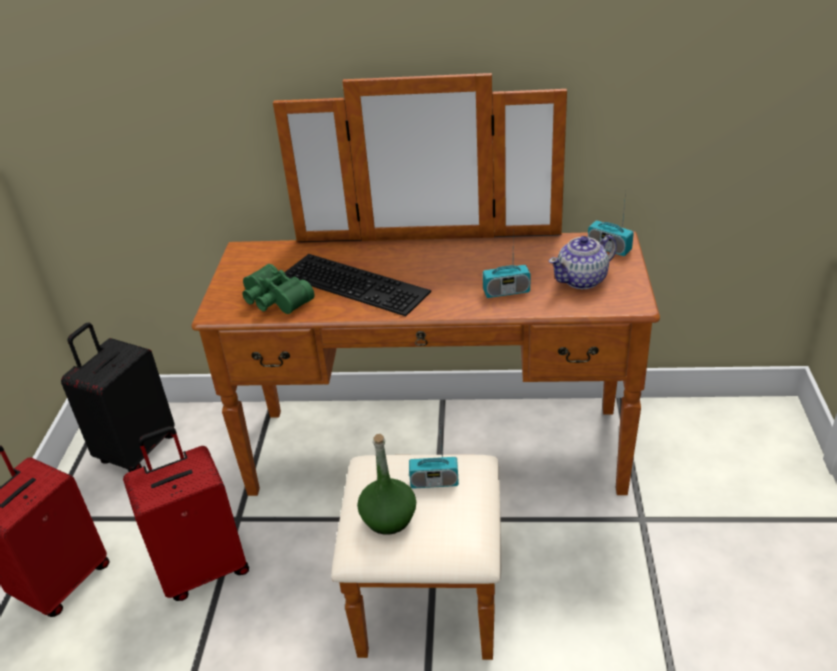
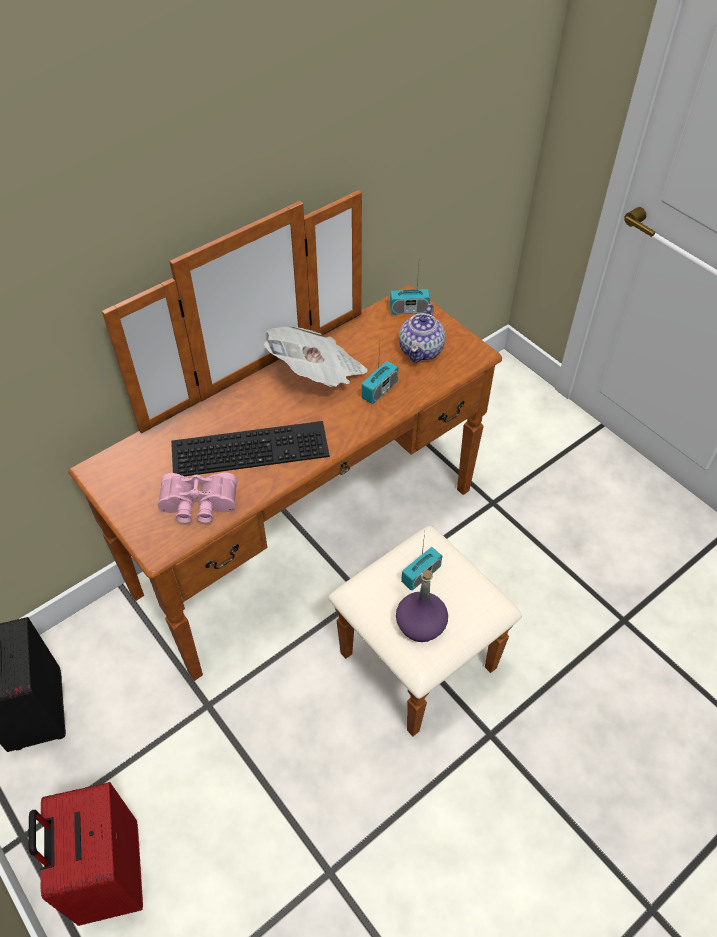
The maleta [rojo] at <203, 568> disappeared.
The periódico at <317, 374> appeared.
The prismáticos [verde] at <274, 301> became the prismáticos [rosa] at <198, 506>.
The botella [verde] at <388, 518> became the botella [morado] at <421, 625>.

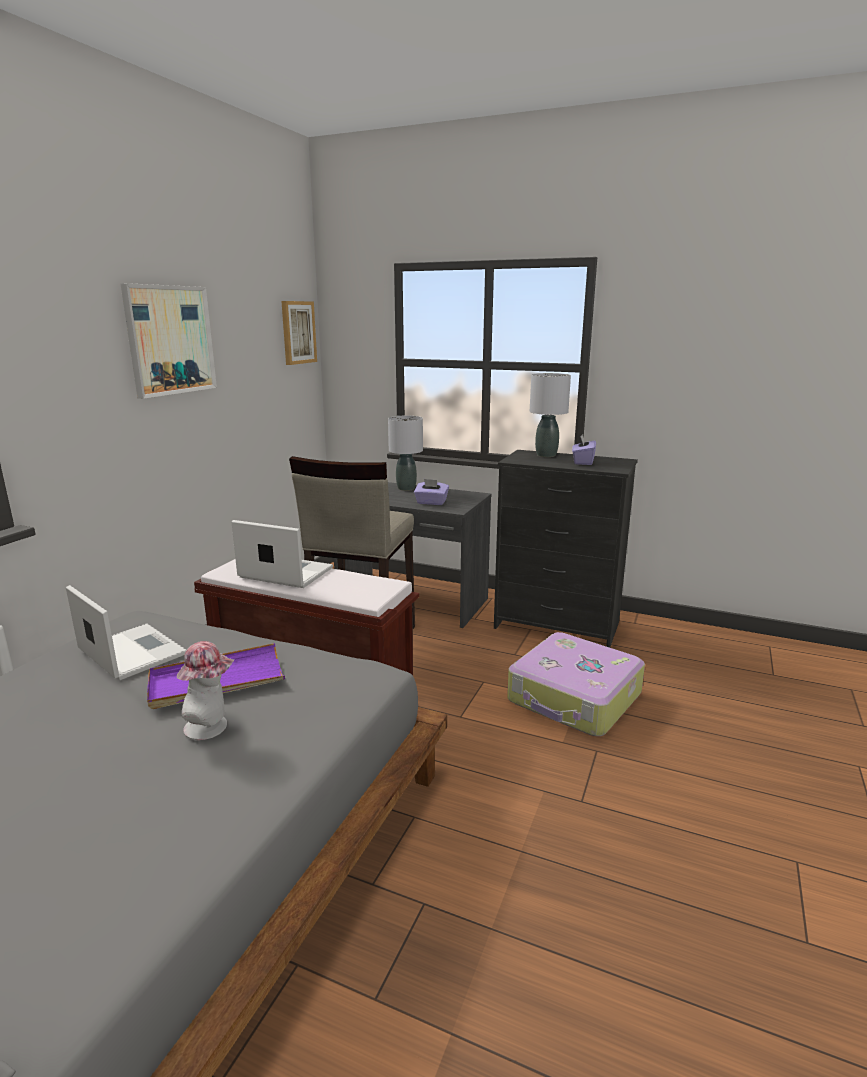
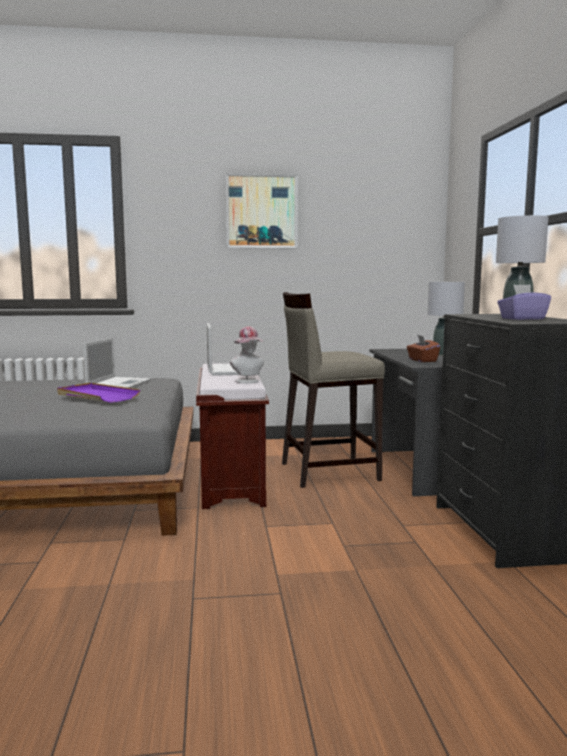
The cuadro at <298, 332> disappeared.
The maleta at <574, 698> disappeared.
The sombrero moved from <211, 727> to <248, 381>.
The caja de pañuelos [morado] at <431, 502> became the caja de pañuelos [marrón] at <422, 360>.

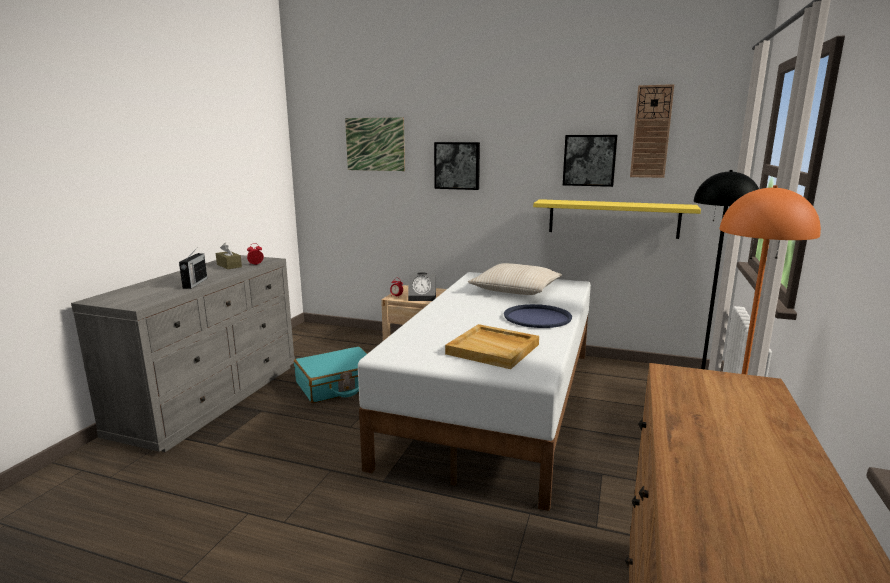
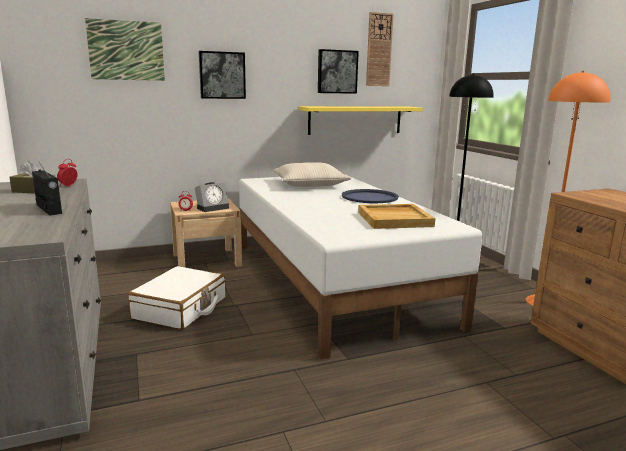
The maleta [turquesa] at <338, 385> became the maleta [blanco] at <180, 309>.

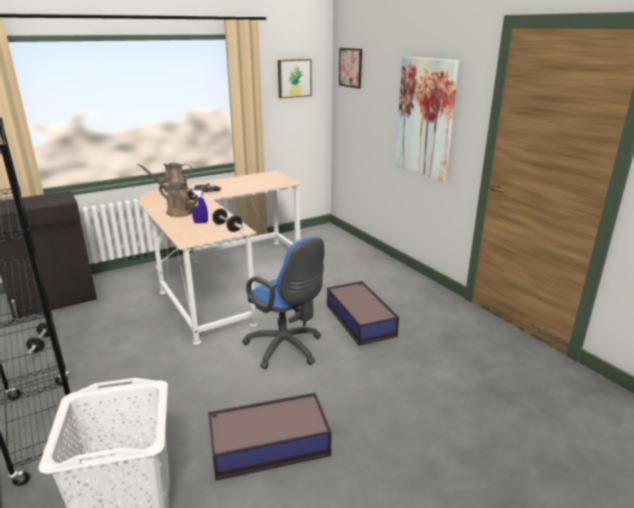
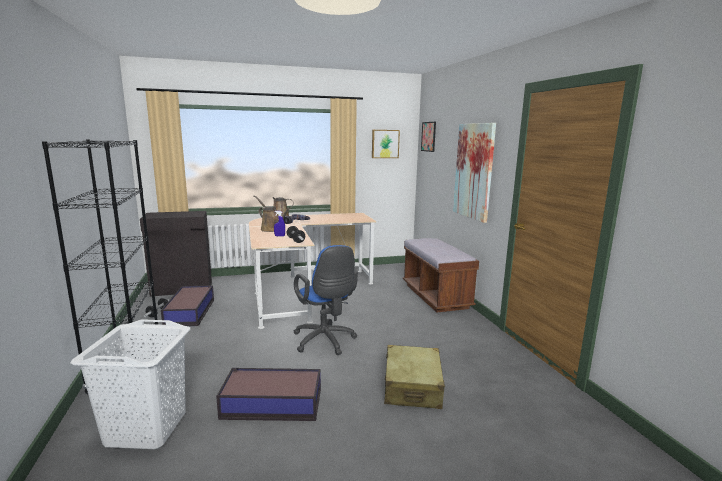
The maleta [beis] at <412, 386> appeared.
The banco [marrón] at <435, 296> appeared.
The caja de almacenaje moved from <360, 319> to <190, 312>.

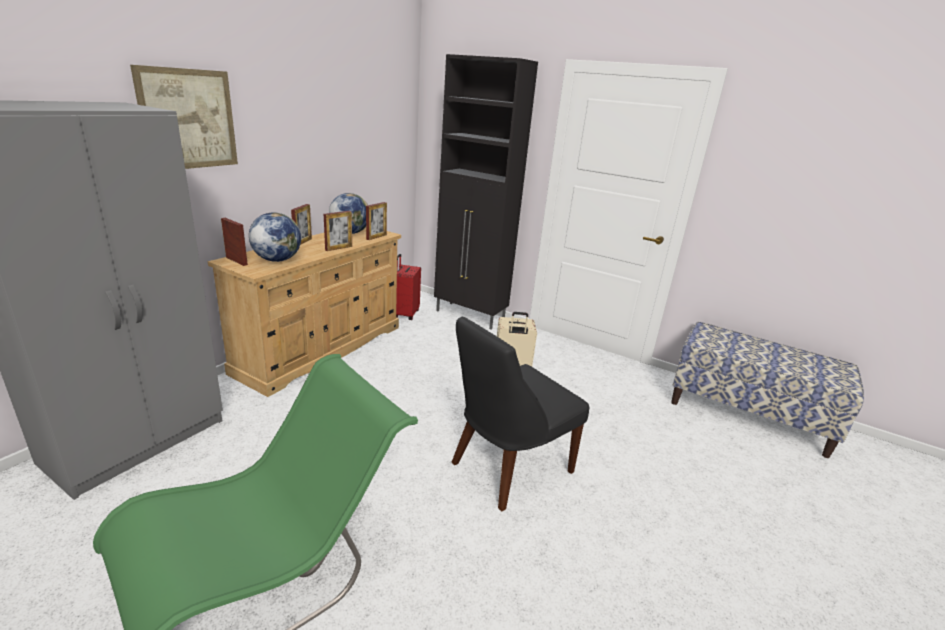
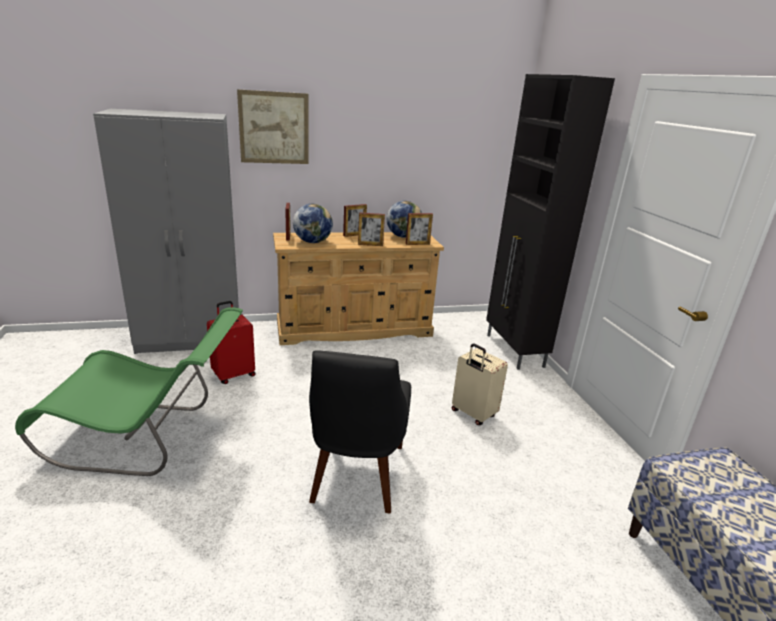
The maleta [rojo] moved from <405, 314> to <233, 374>.
The silla [negro] at <507, 469> turned 90 degrees counterclockwise.

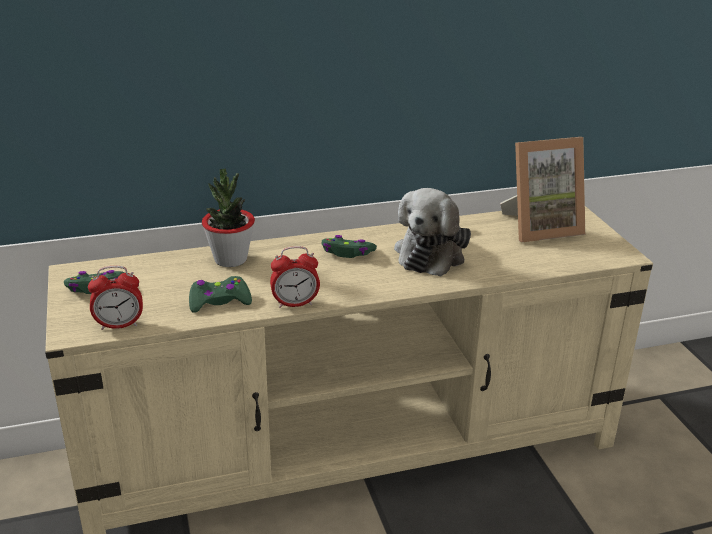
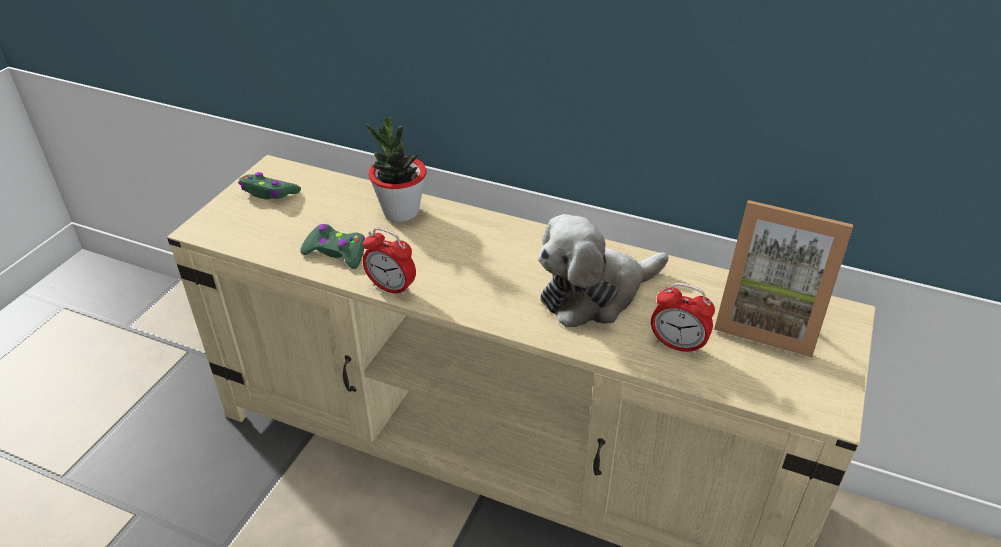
The mando de consola [verde] at <347, 253> disappeared.
The despertador moved from <119, 325> to <677, 345>.

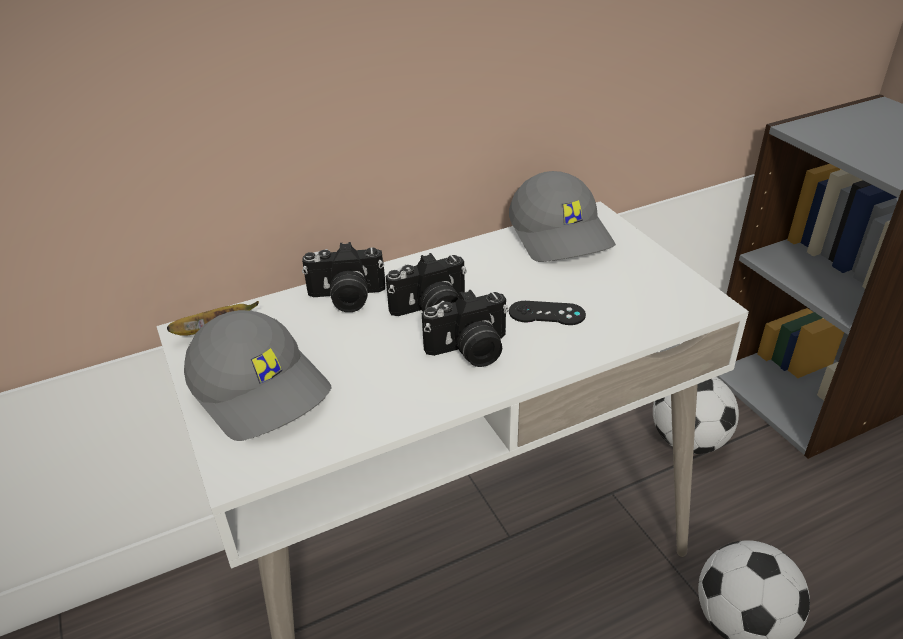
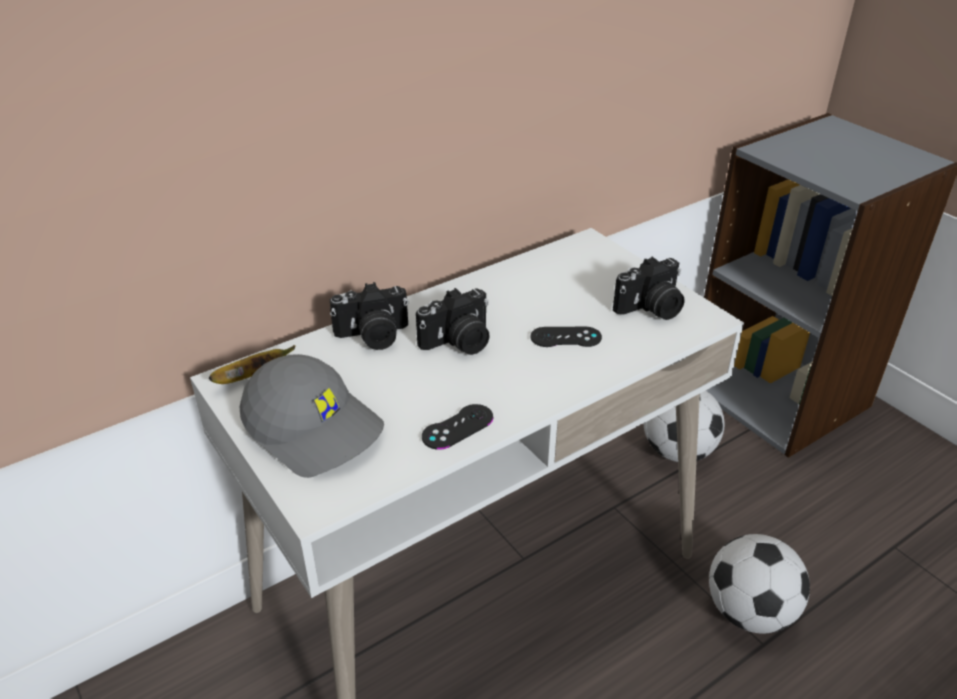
The gorra [gris] at <562, 235> disappeared.
The mando de consola [negro] at <457, 427> appeared.
The cámara moved from <470, 351> to <651, 309>.

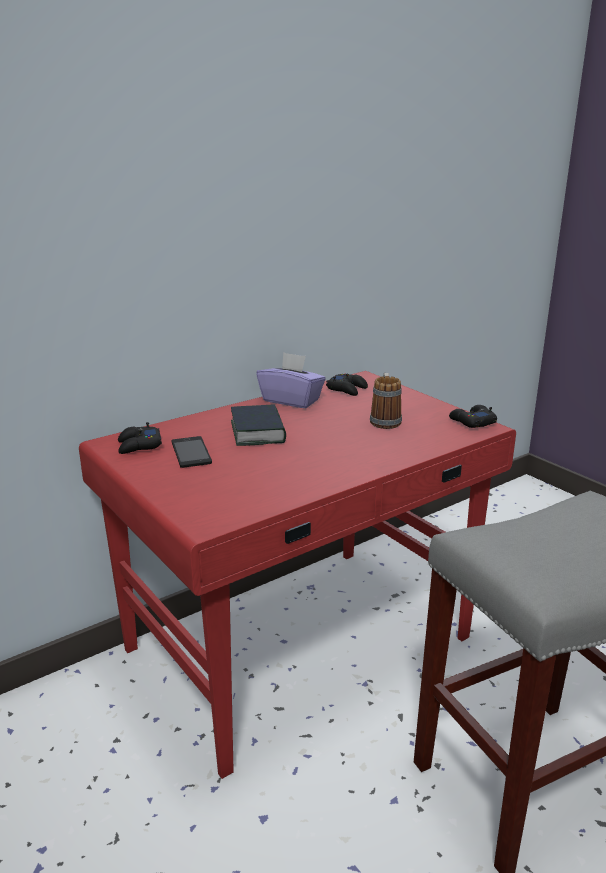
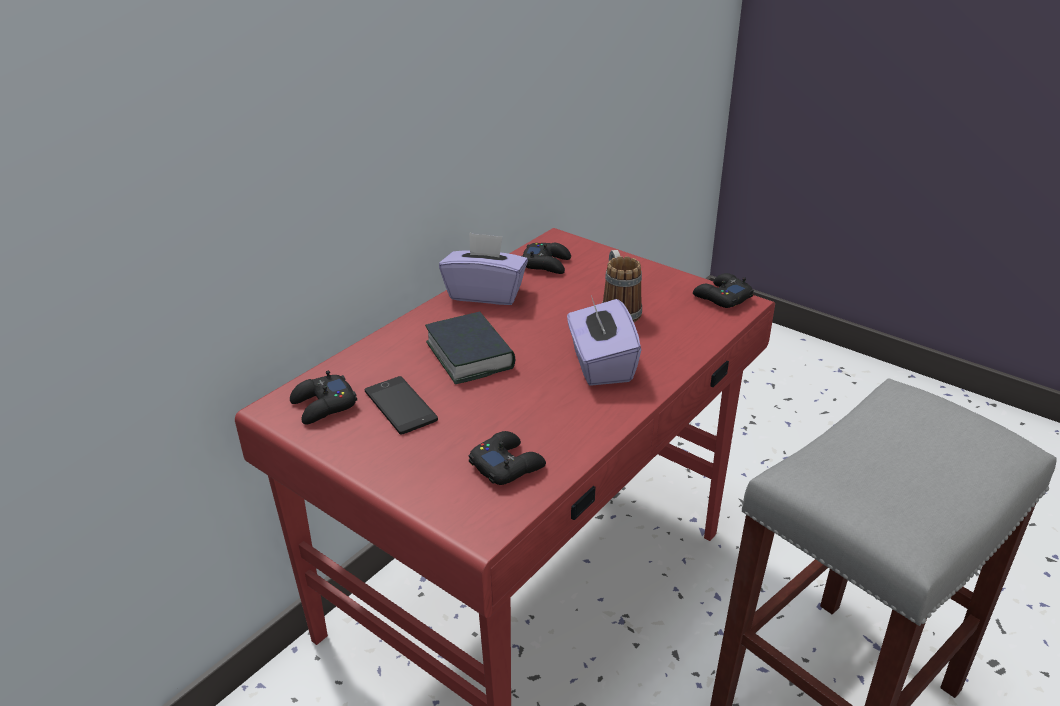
The mando de consola [negro] at <507, 465> appeared.
The caja de pañuelos [morado] at <600, 364> appeared.

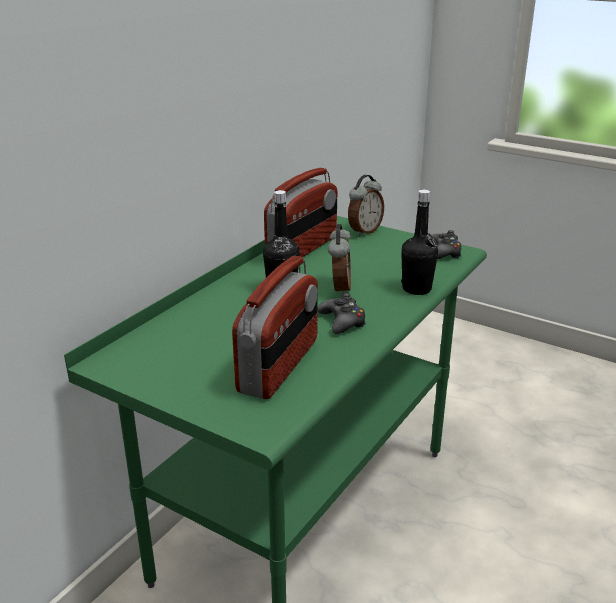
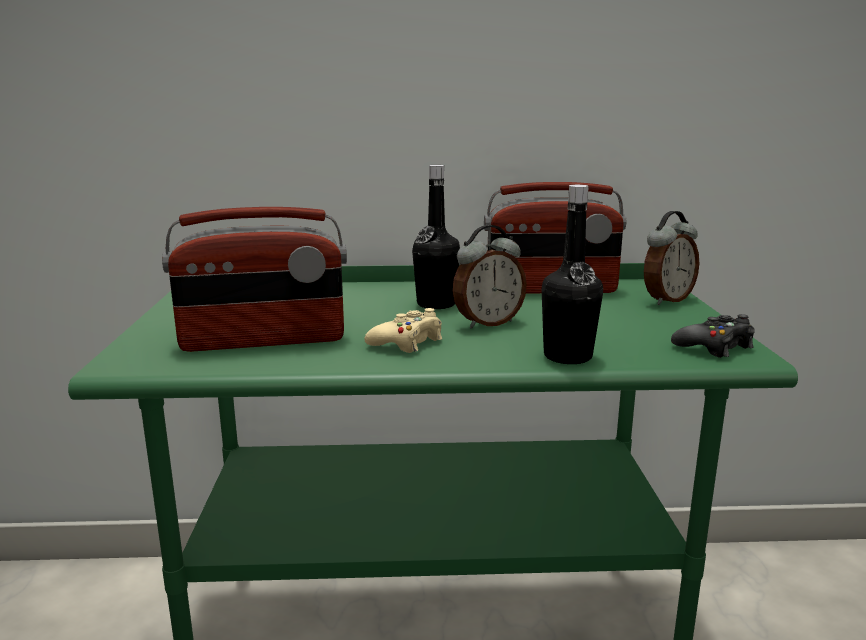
The mando de consola [negro] at <342, 321> became the mando de consola [beis] at <407, 342>.
The despertador at <364, 231> turned 45 degrees counterclockwise.

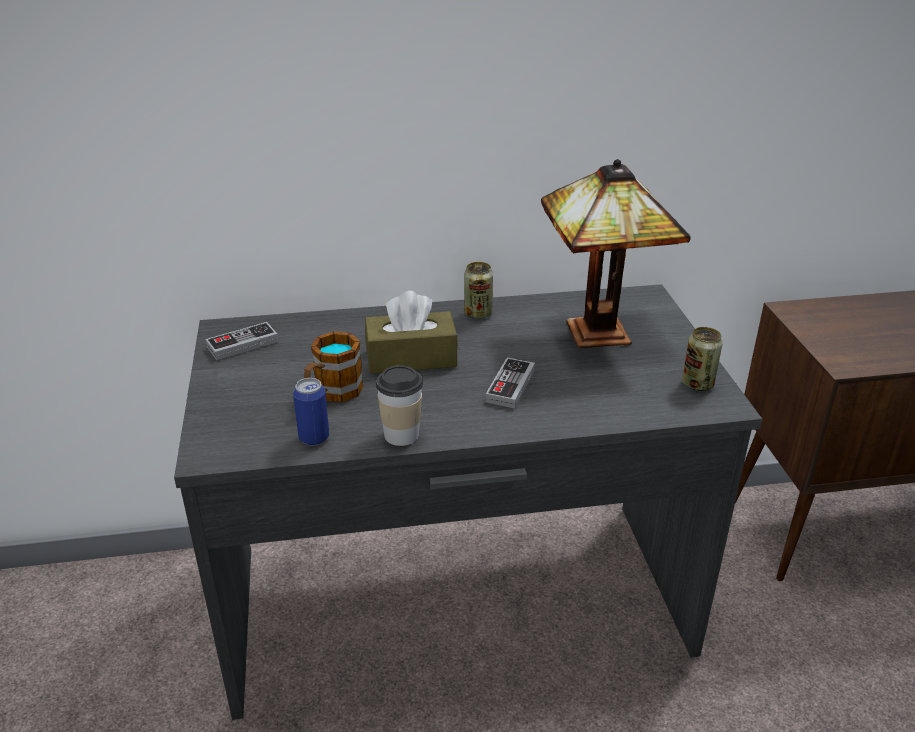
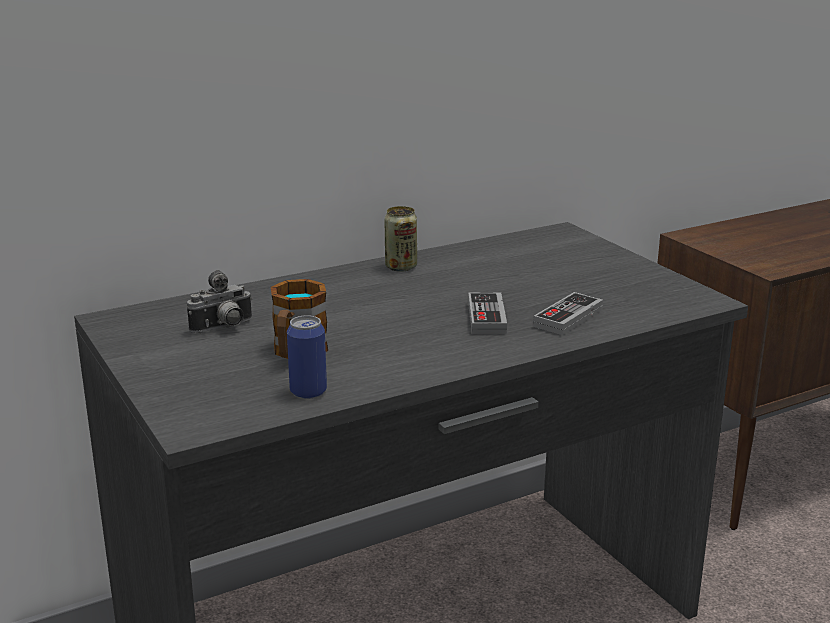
The caja de pañuelos [marrón] at <411, 358> disappeared.
The taza at <401, 435> disappeared.
The lámpara de mesa at <602, 331> disappeared.
The lata at <697, 384> disappeared.
The cámara at <224, 328> appeared.
The mando de consola moved from <242, 344> to <568, 318>.

